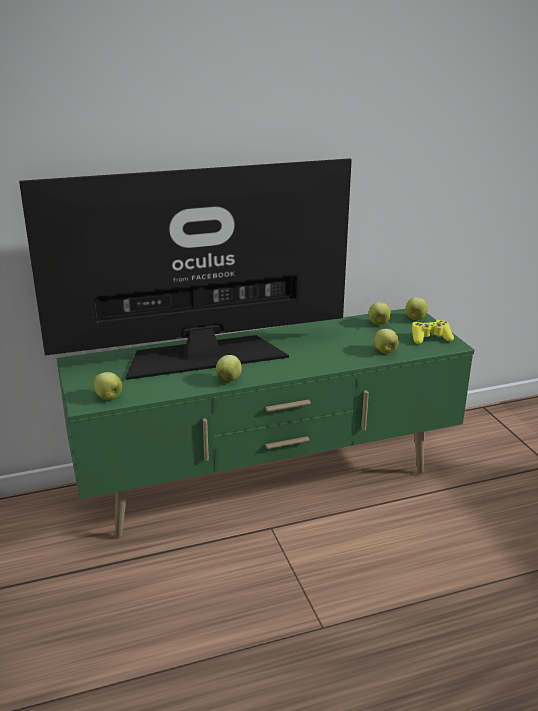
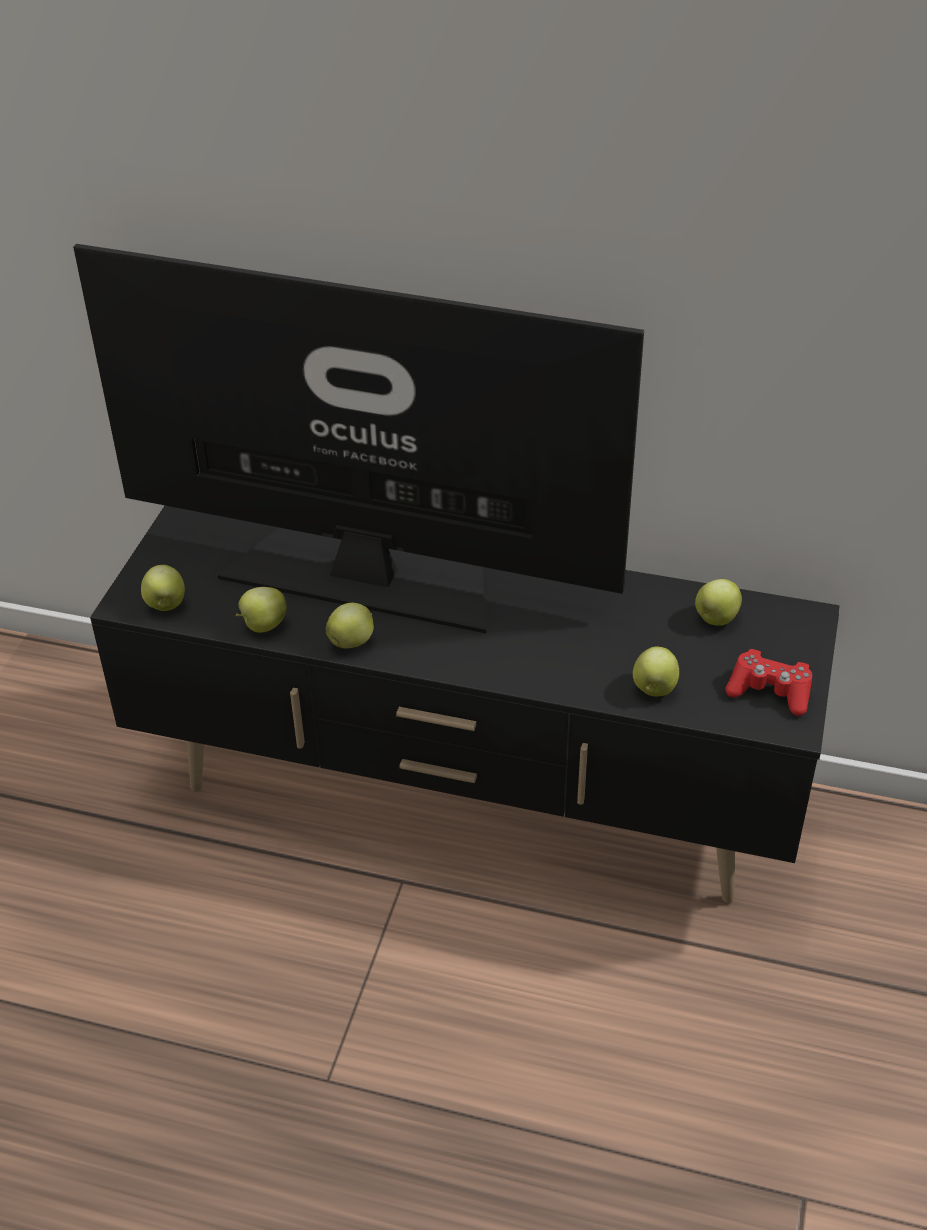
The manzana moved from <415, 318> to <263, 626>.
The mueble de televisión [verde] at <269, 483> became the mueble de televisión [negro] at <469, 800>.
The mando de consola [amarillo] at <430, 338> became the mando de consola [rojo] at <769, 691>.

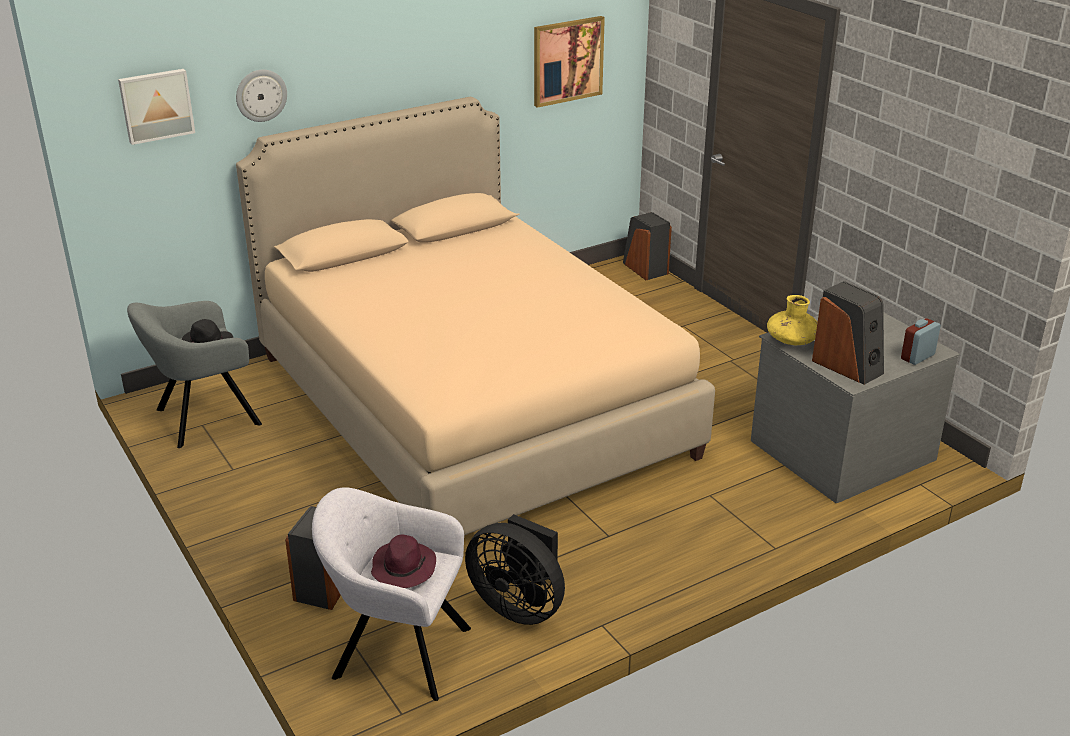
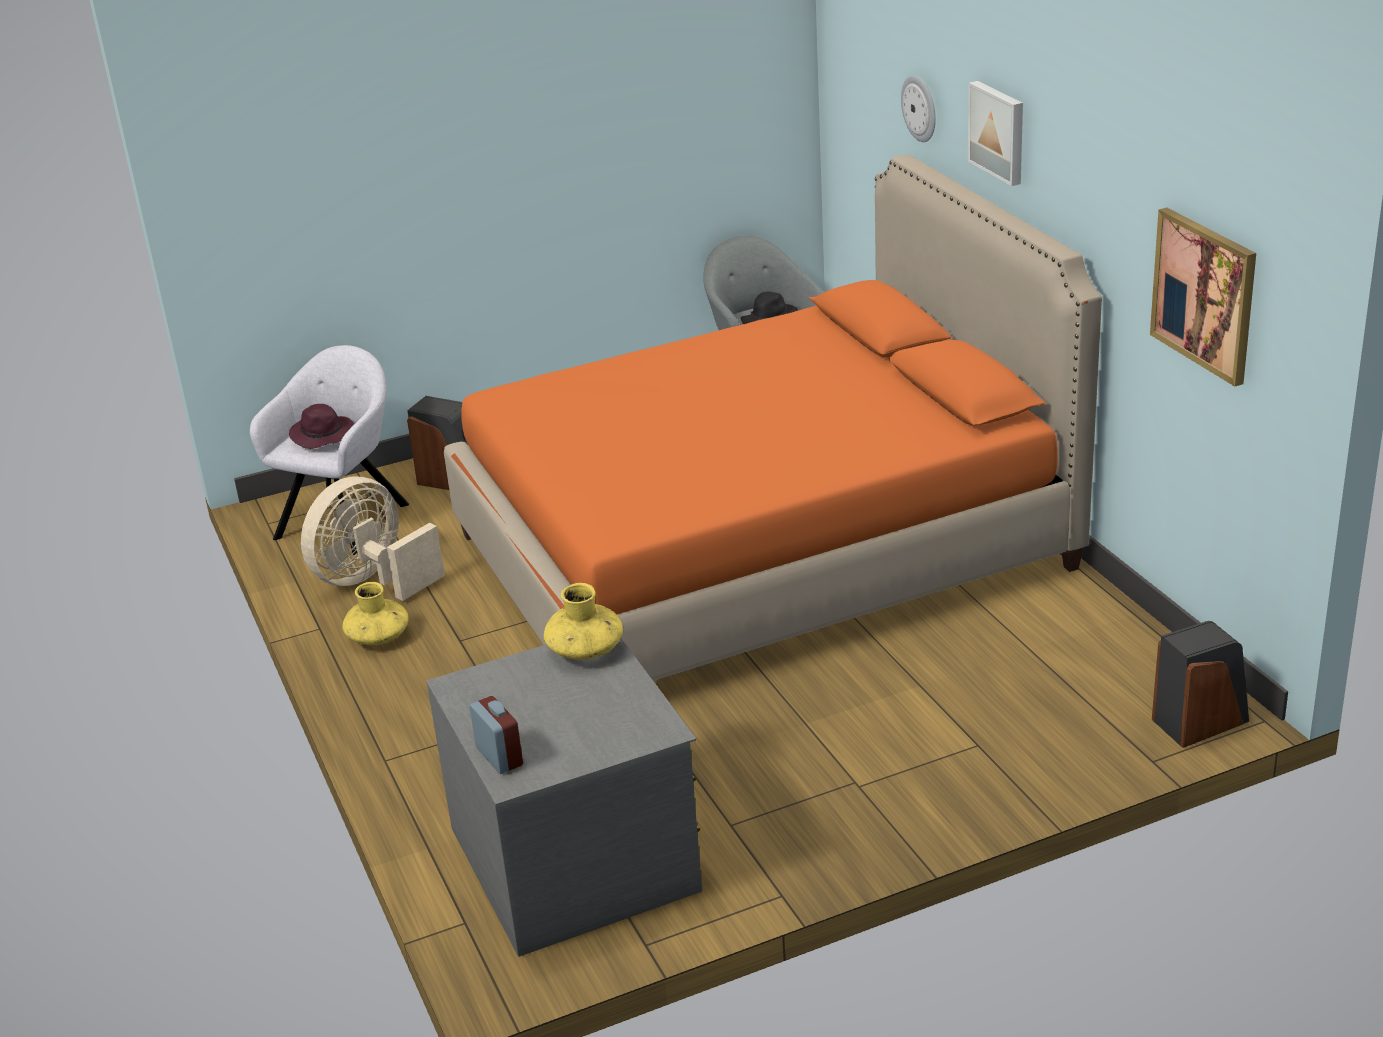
The altavoz at <848, 366> disappeared.
The florero [amarillo] at <378, 637> appeared.
The cuadro moved from <156, 105> to <999, 132>.
The cama [beis] at <470, 405> became the cama [naranja] at <761, 551>.
The ventilador [negro] at <519, 606> became the ventilador [beis] at <372, 581>.

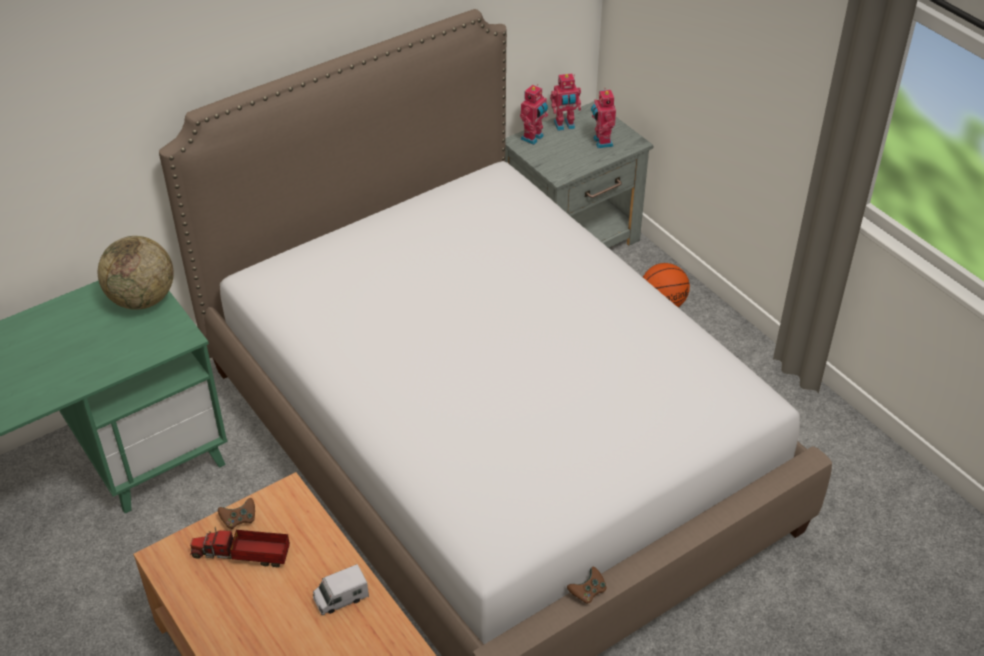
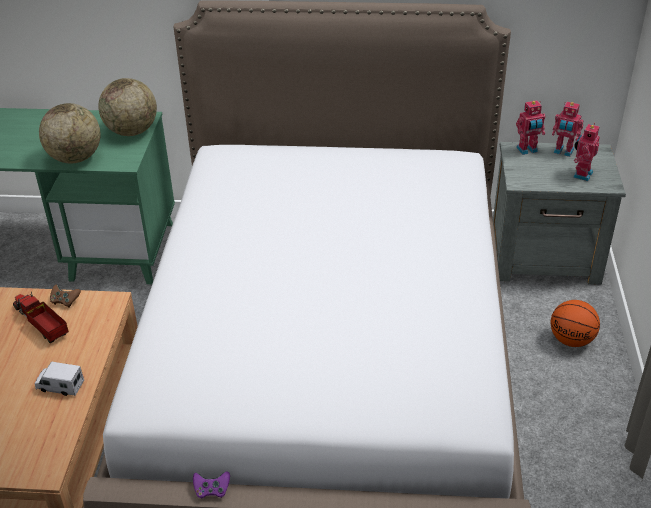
The globo terráqueo at <75, 158> appeared.
The mando de consola [marrón] at <587, 592> became the mando de consola [morado] at <212, 490>.

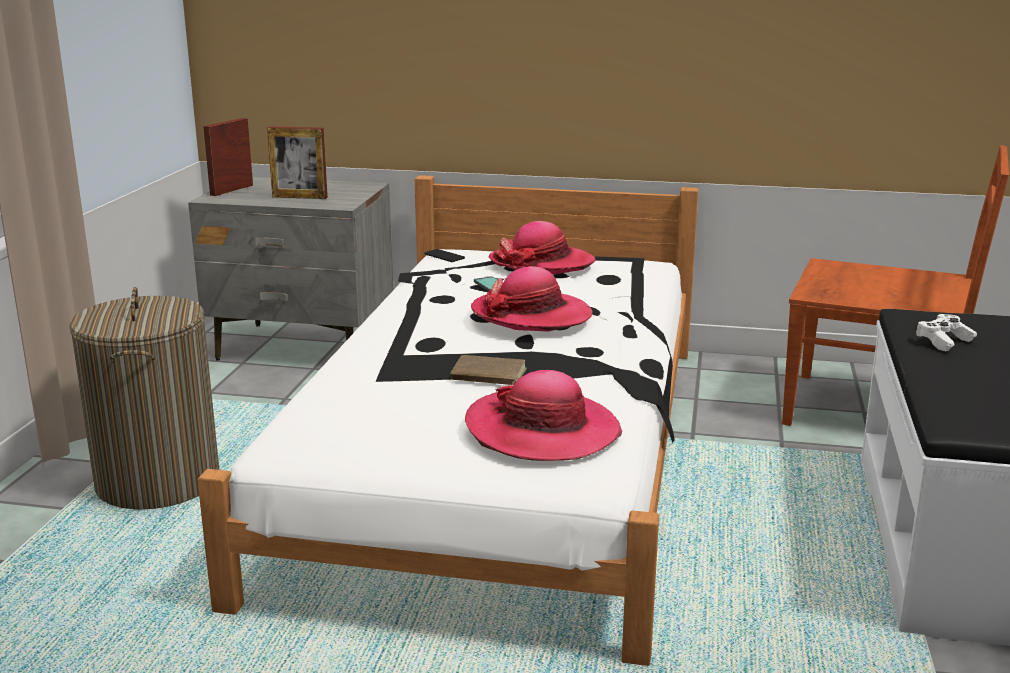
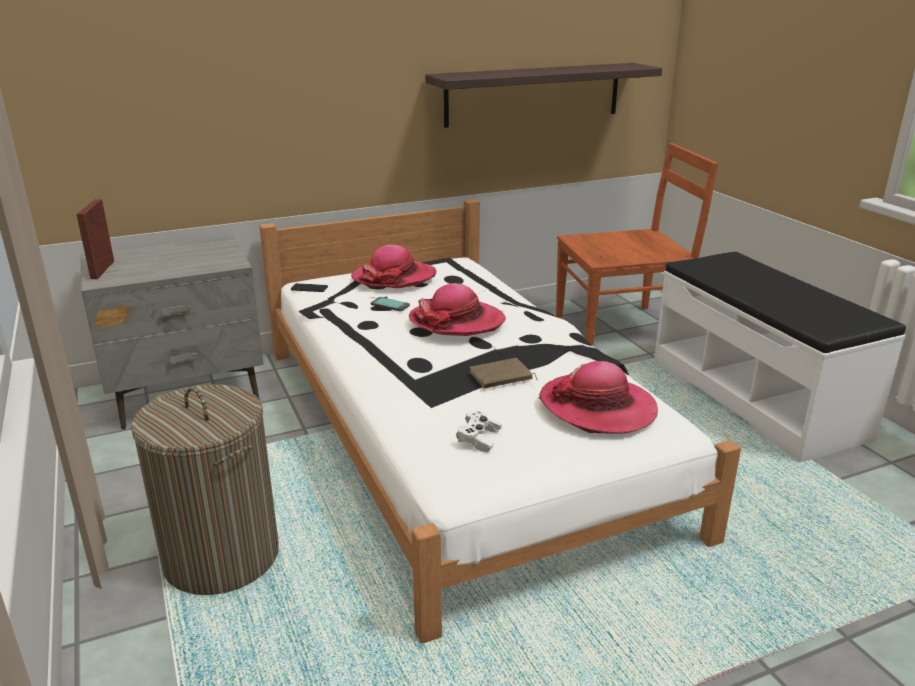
The portarretratos at <300, 197> disappeared.
The estante at <534, 94> appeared.
The mando de consola [blanco] moved from <944, 341> to <479, 439>.

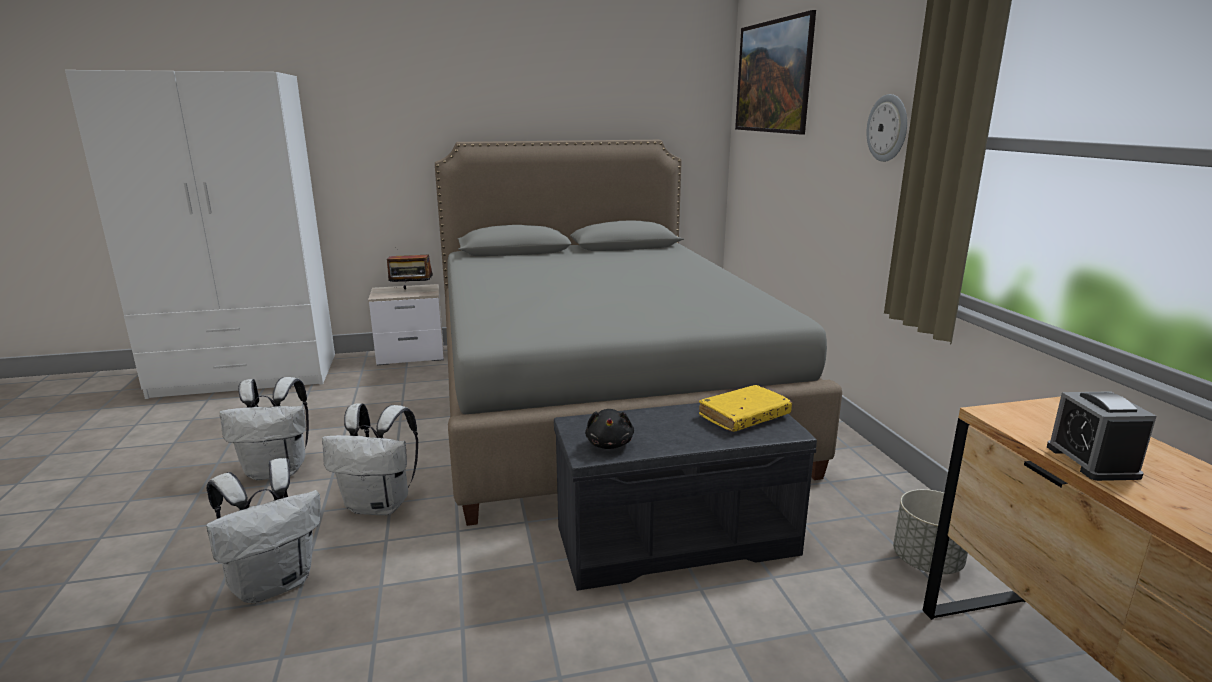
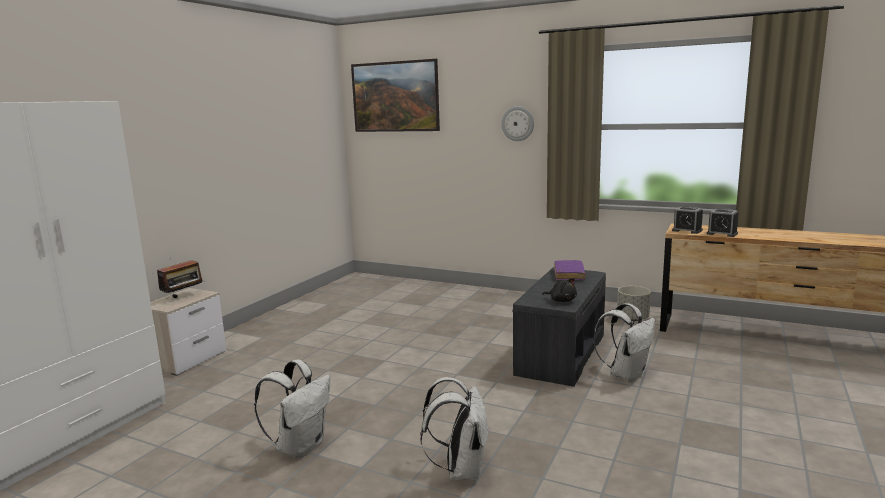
The cama [gris] at <598, 398> disappeared.
The despertador at <687, 230> appeared.
The mochila [blanco] moved from <380, 505> to <626, 374>.
The libro [amarillo] at <744, 416> became the libro [morado] at <569, 275>.

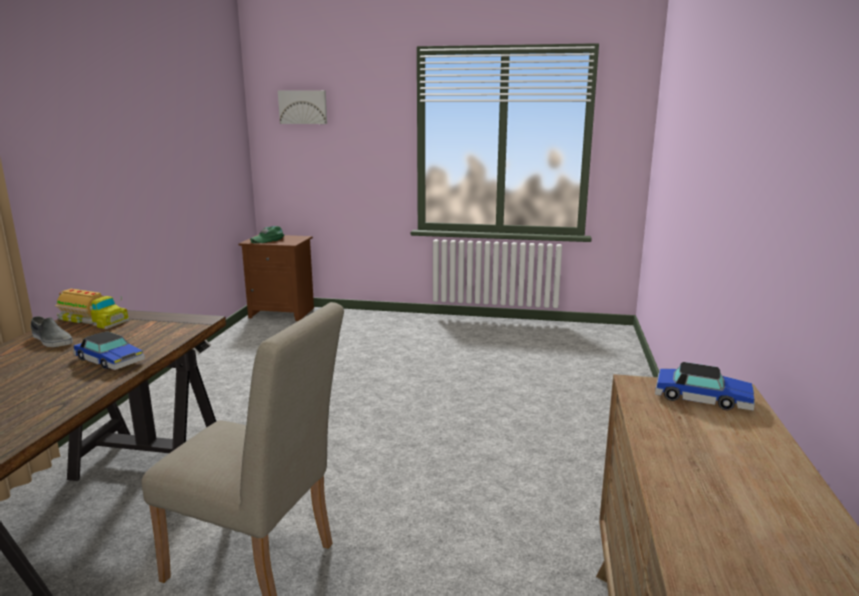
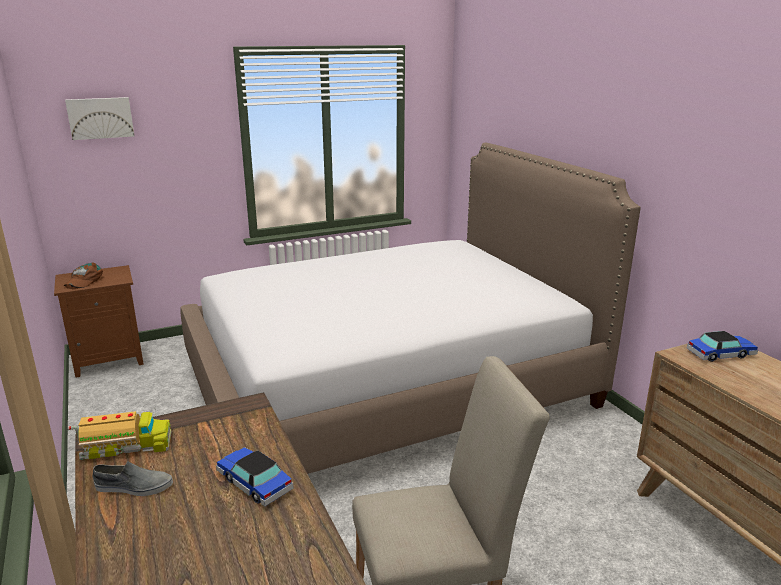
The cama at <388, 386> appeared.
The gorra [verde] at <268, 240> became the gorra [marrón] at <84, 281>.
The coche de juguete at <109, 360> turned 135 degrees counterclockwise.

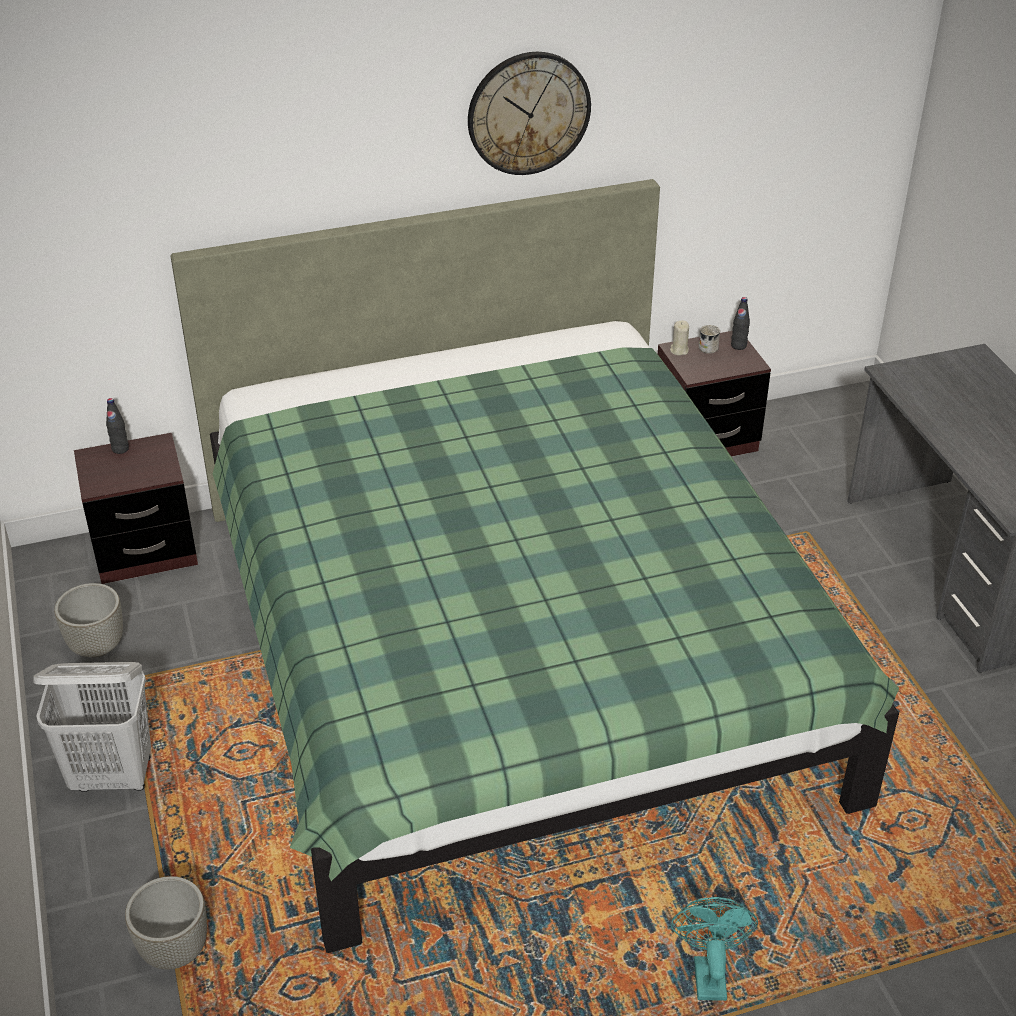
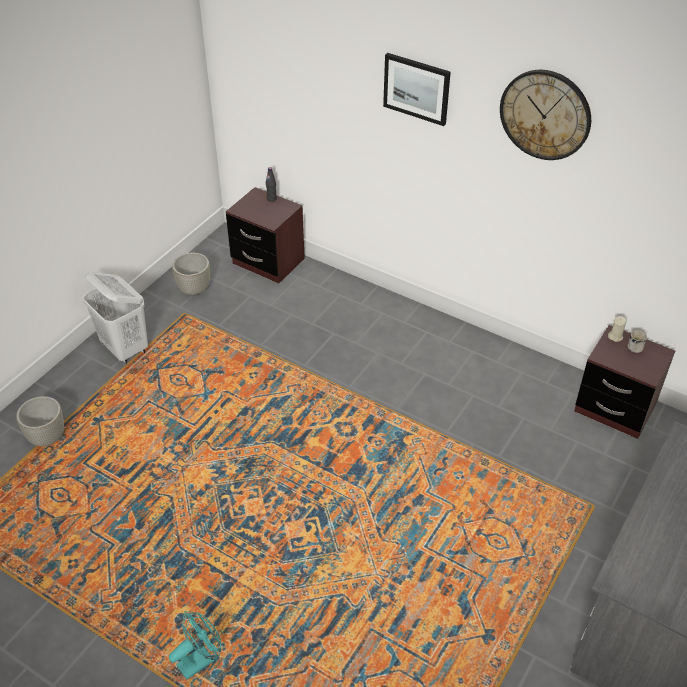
The cama [verde] at <509, 648> disappeared.
The botella [negro] at <738, 346> disappeared.
The cuadro at <417, 88> appeared.

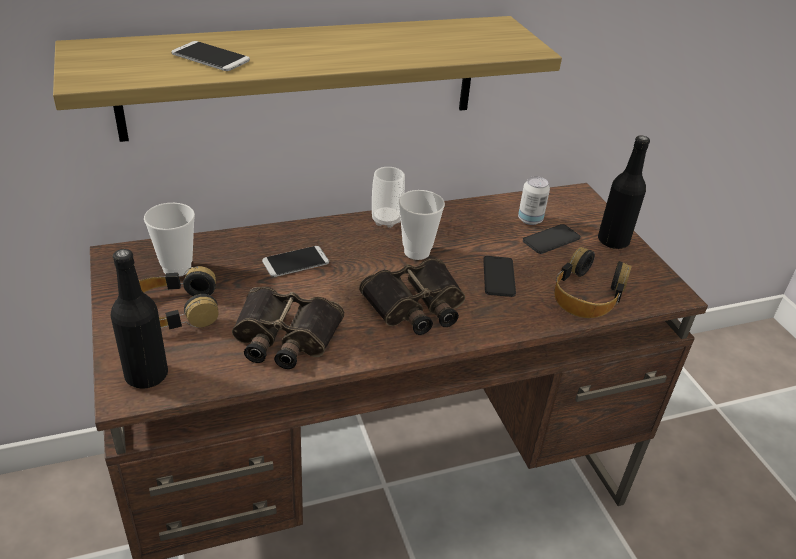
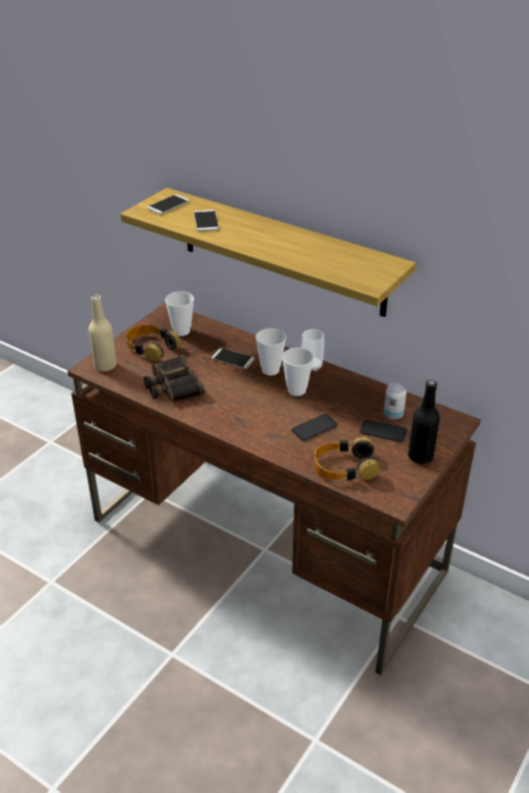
The prismáticos at <416, 306> disappeared.
The móvil at <168, 205> appeared.
The taza at <270, 370> appeared.
The botella [negro] at <146, 375> became the botella [beis] at <105, 366>.

